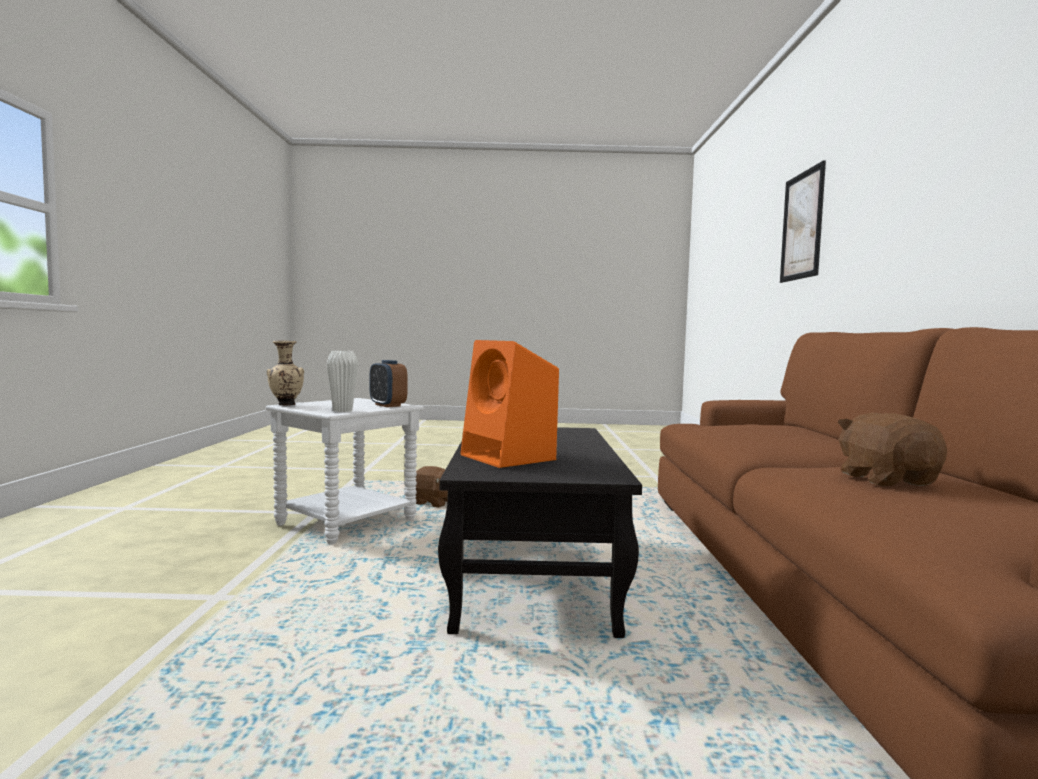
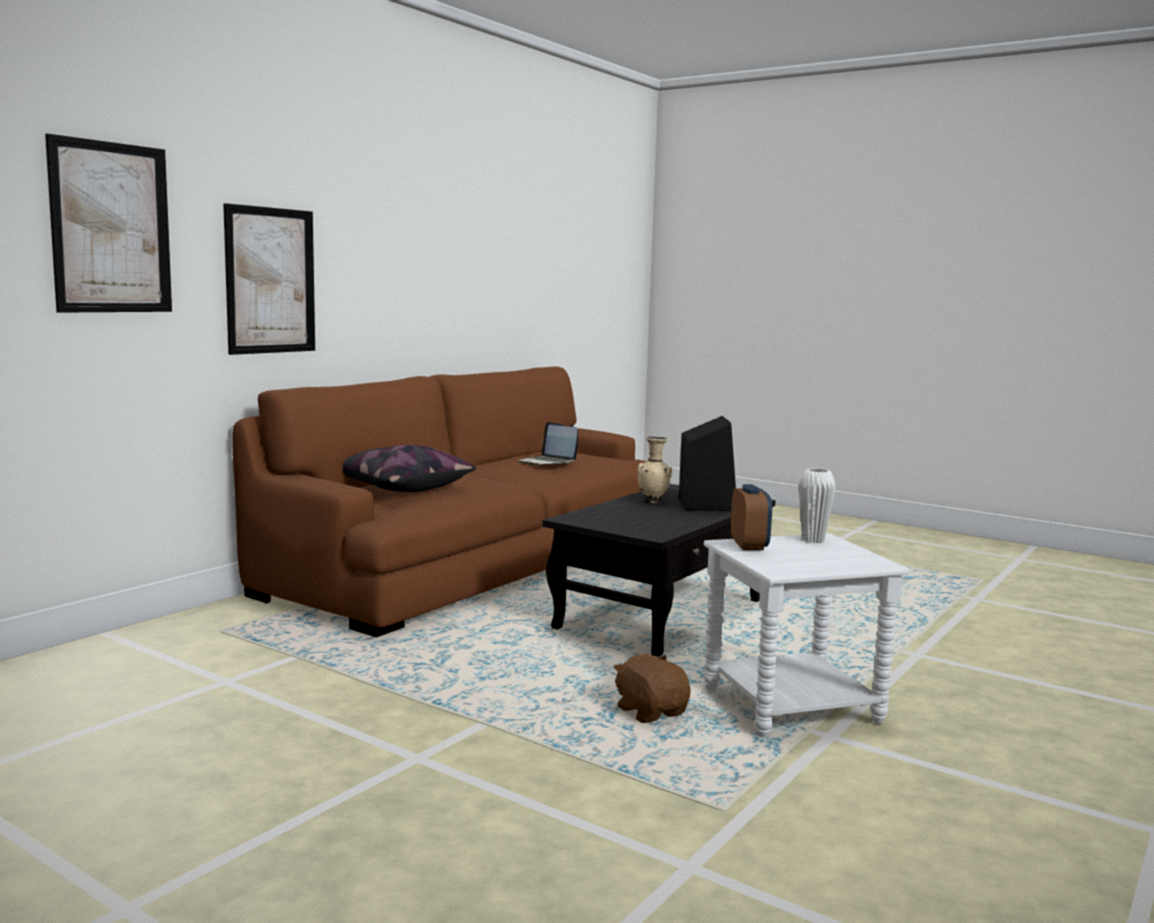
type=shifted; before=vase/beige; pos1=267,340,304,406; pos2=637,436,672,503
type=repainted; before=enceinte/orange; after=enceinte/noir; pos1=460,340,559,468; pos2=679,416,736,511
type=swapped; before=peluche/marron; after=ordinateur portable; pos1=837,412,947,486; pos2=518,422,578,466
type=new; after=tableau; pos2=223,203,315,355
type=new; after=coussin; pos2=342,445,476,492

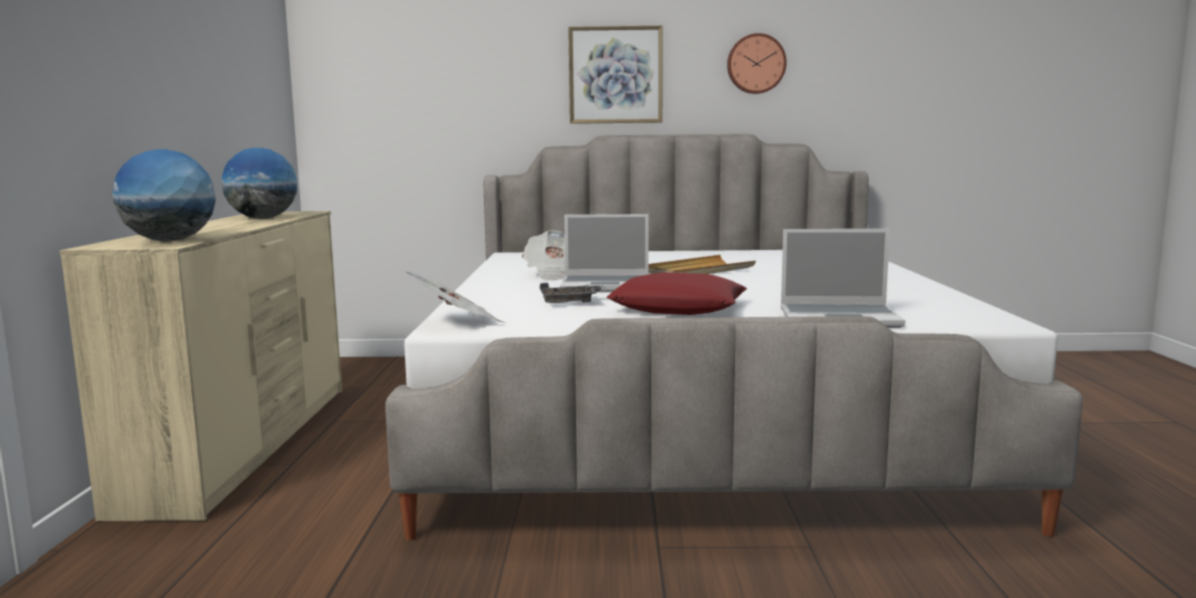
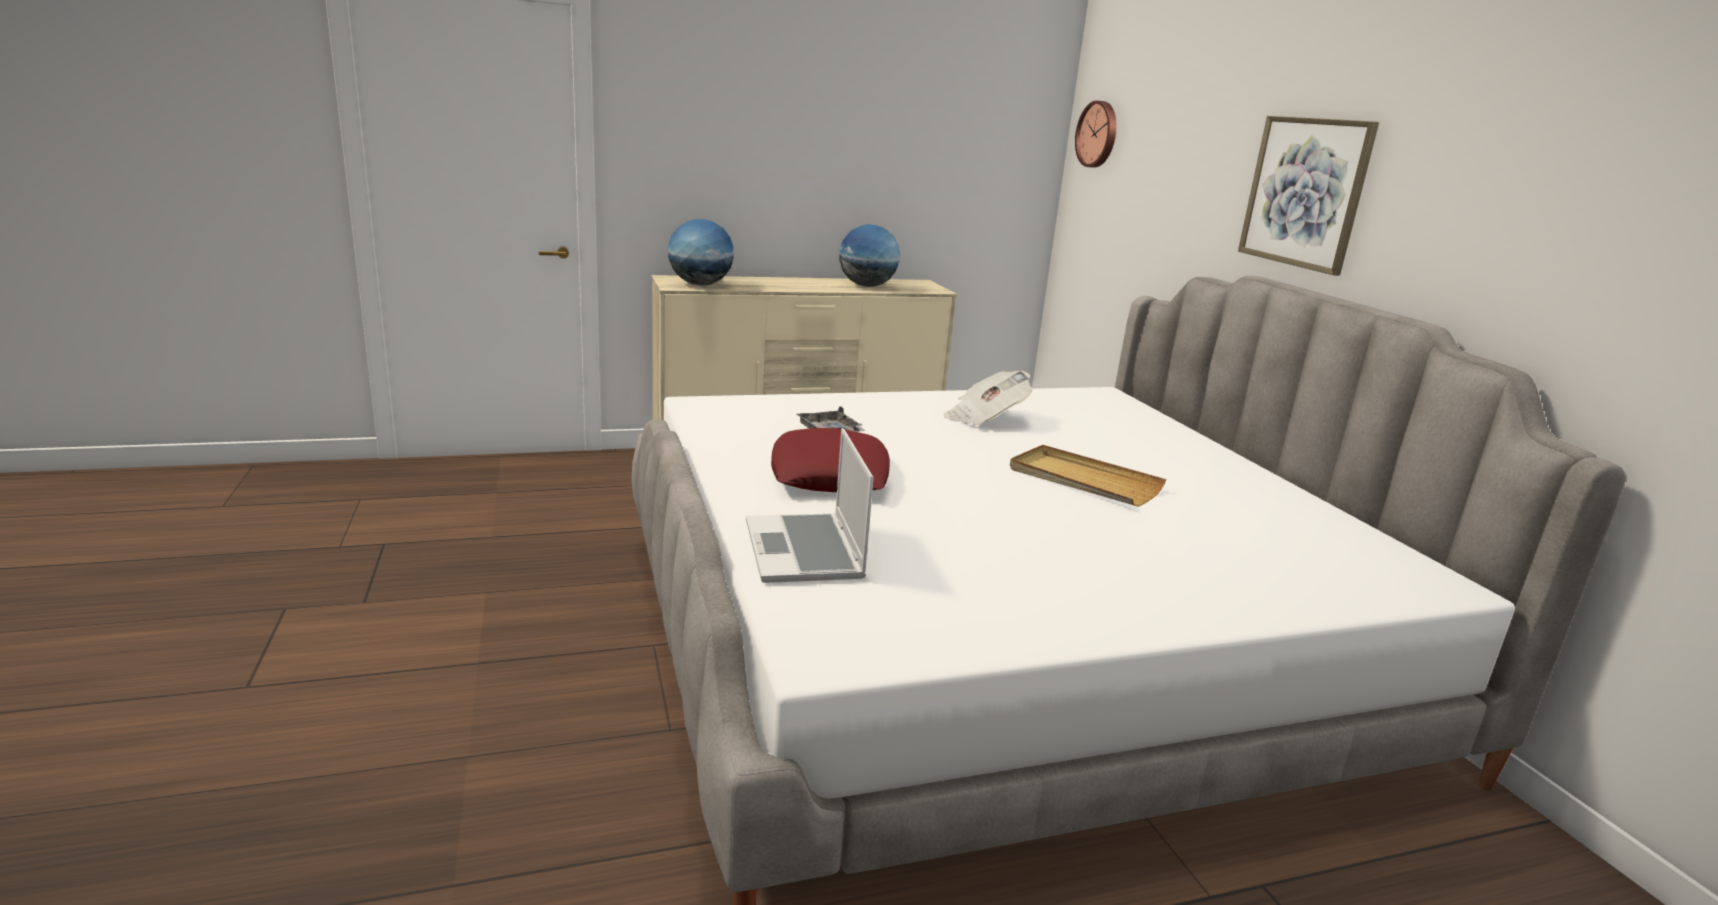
type=shifted; before=horloge murale; pos1=727,33,787,94; pos2=1075,101,1116,168
type=gone; before=ordinateur portable; pos1=560,214,648,292
type=gone; before=journal; pos1=403,271,503,322

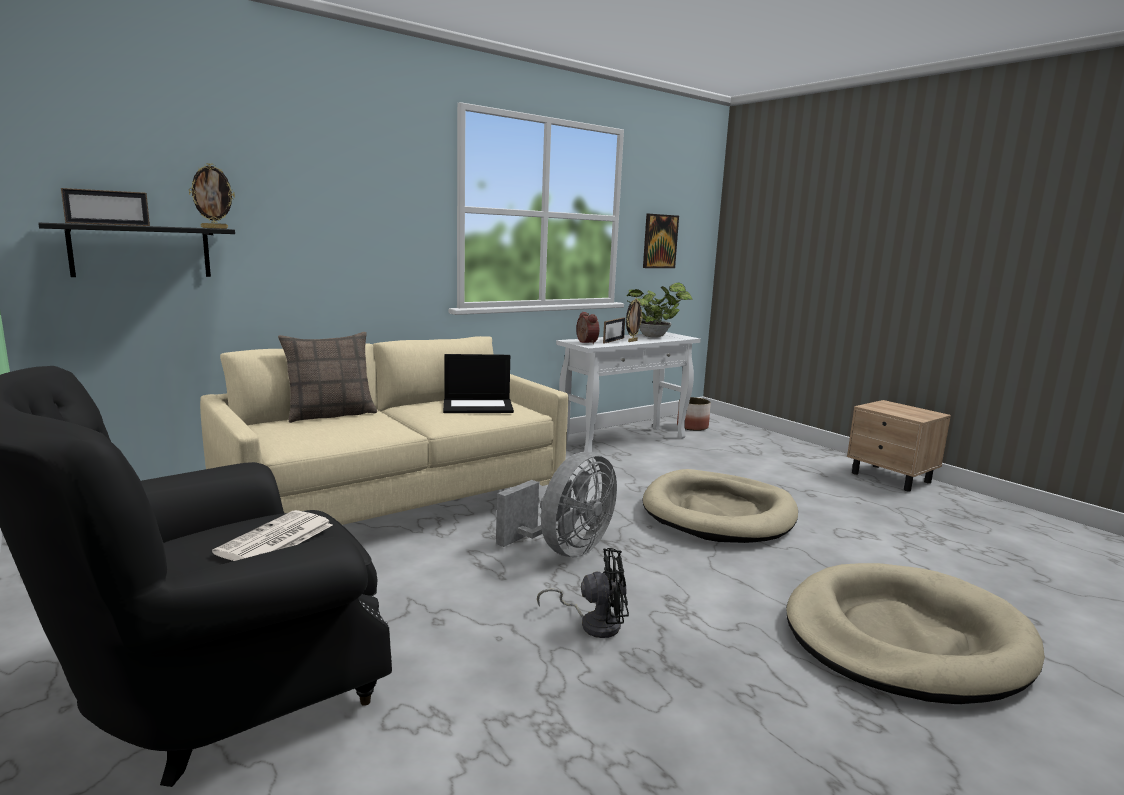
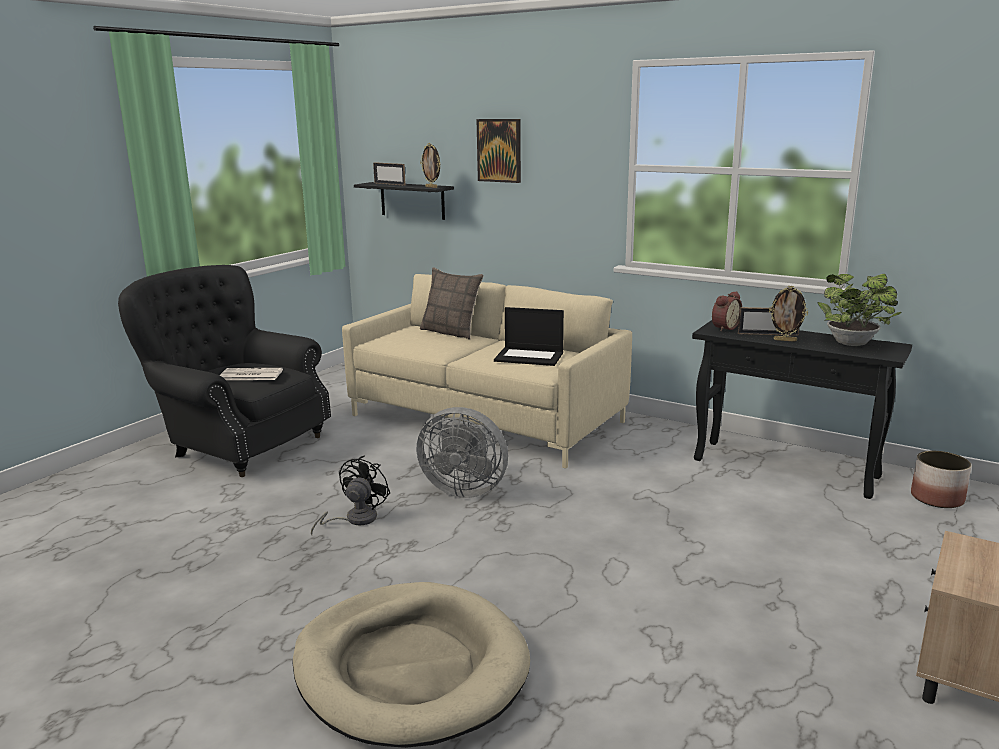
type=shifted; before=tableau; pos1=643,214,679,268; pos2=476,119,521,183
type=repainted; before=table console/blanc; after=table console/noir; pos1=556,332,701,452; pos2=692,320,912,499
type=rotated; before=ordinateur portable; pos1=443,354,514,413; pos2=494,307,564,366; turn=-45
type=gone; before=panier pour chien/beige; pos1=643,469,798,543
type=rotated; before=ventilateur/noir; pos1=537,548,629,638; pos2=311,455,391,535; turn=-135

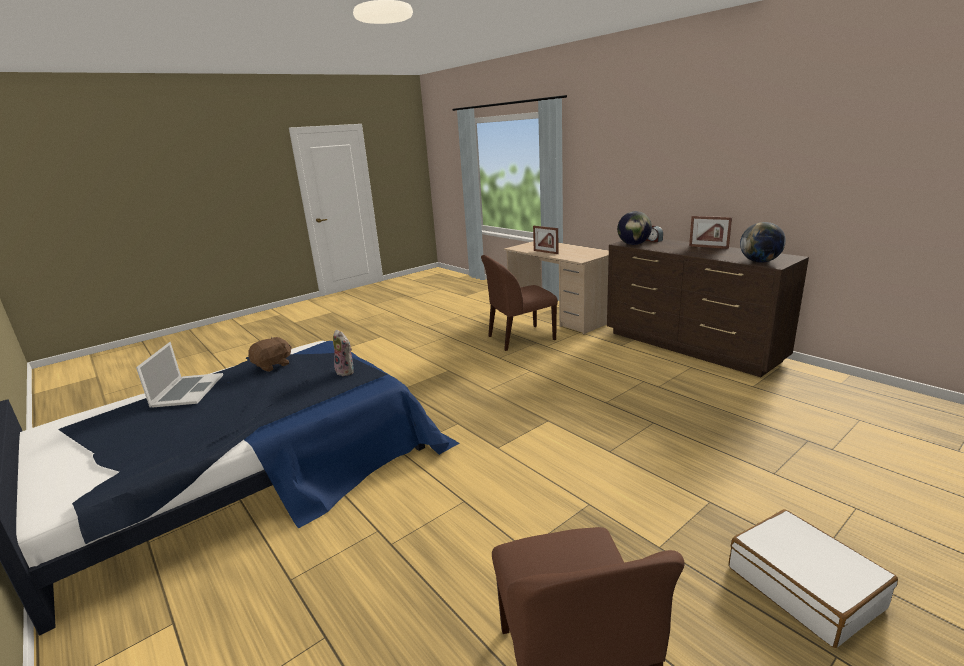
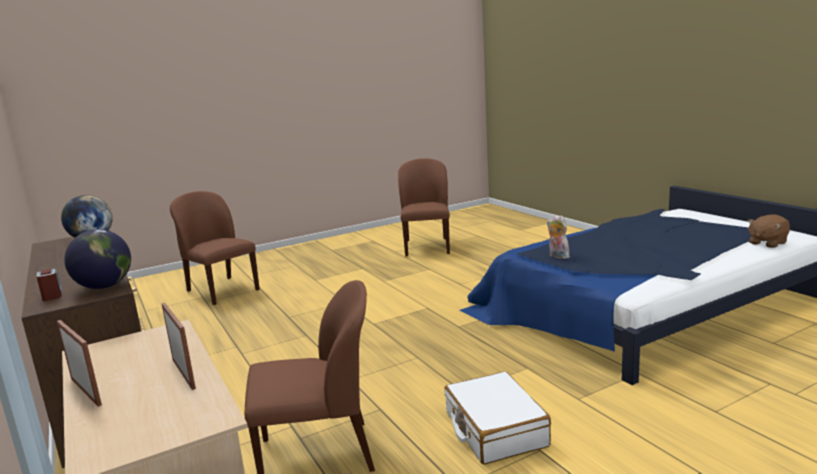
type=shifted; before=cadre photo; pos1=689,216,732,249; pos2=57,320,102,406
type=shifted; before=peluche/marron; pos1=248,337,292,372; pos2=748,215,790,248
type=gone; before=ordinateur portable; pos1=136,342,223,408
type=shifted; before=valise/blanc; pos1=729,509,898,648; pos2=444,371,551,465
type=new; after=chaise/marron; pos2=170,191,260,305

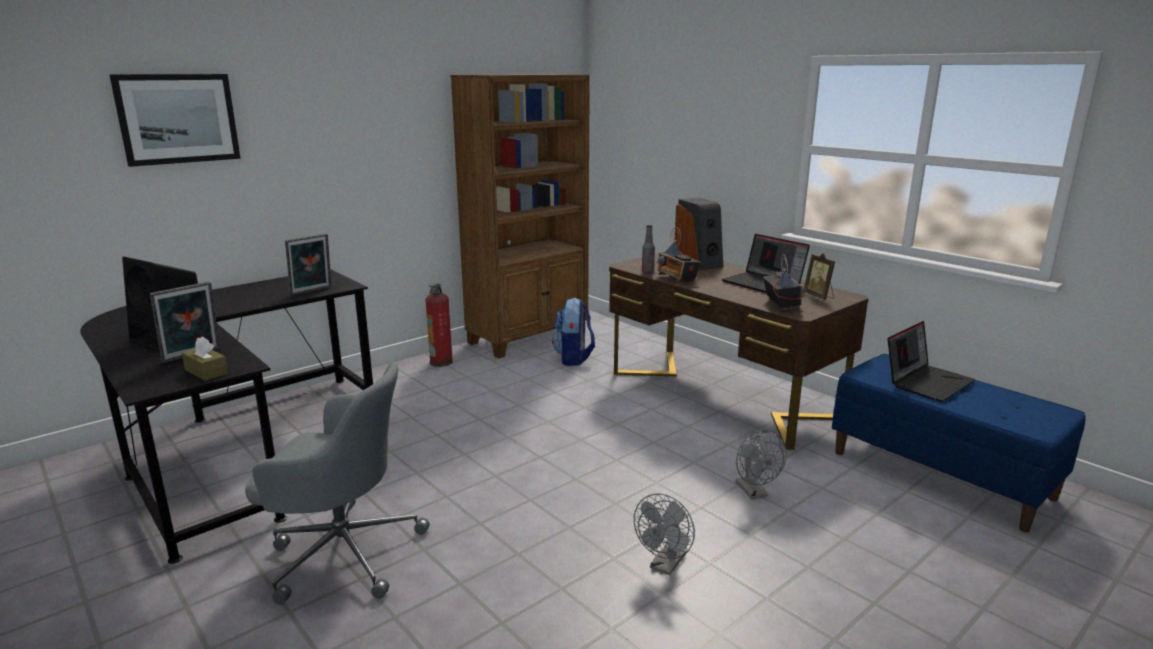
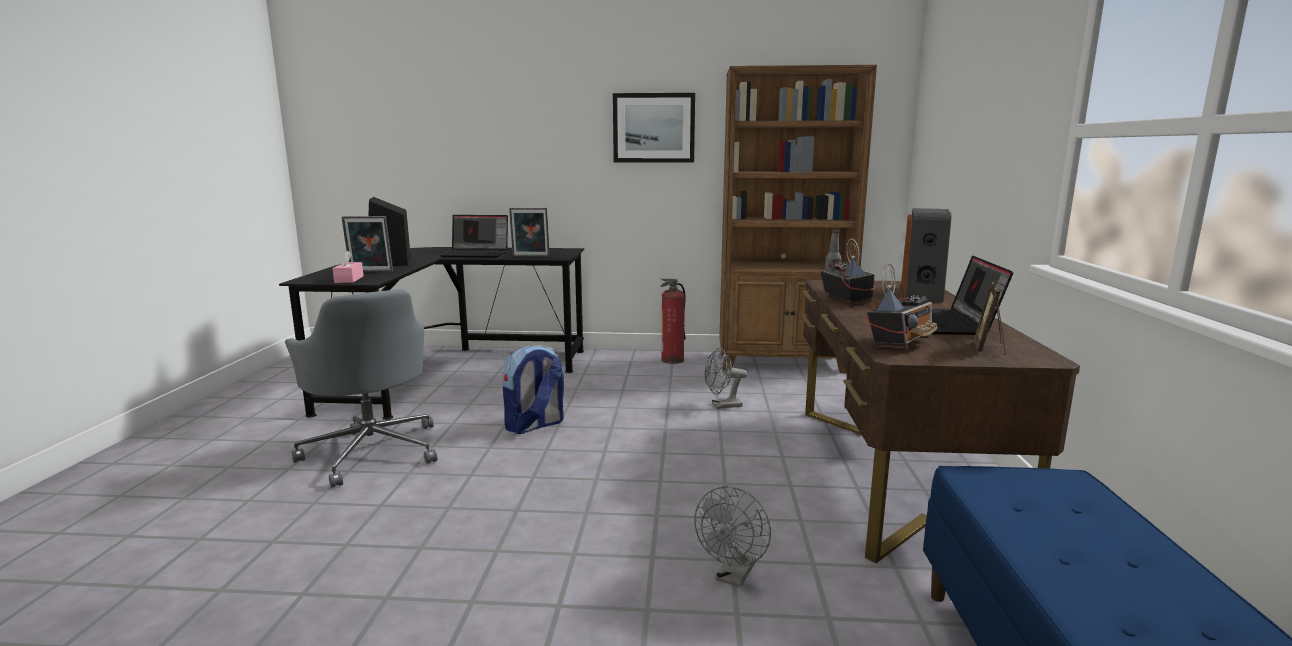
type=shifted; before=tableau; pos1=109,74,241,167; pos2=613,93,695,163
type=rotated; before=radio; pos1=657,227,701,282; pos2=820,239,875,306; turn=150
type=shifted; before=sac à dos; pos1=552,298,595,366; pos2=503,345,564,434
type=shifted; before=ordinateur portable; pos1=888,321,976,402; pos2=440,215,508,258
type=repainted; before=boîte à mouchoirs/marron; after=boîte à mouchoirs/rose; pos1=182,336,228,381; pos2=333,251,364,283
type=shifted; before=ventilateur/gris; pos1=634,493,695,575; pos2=705,348,748,409

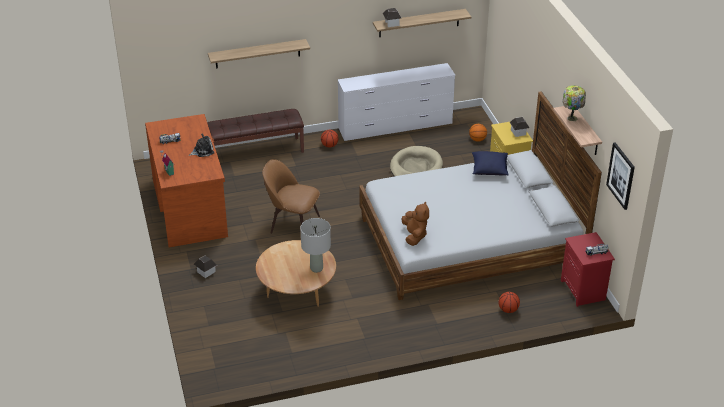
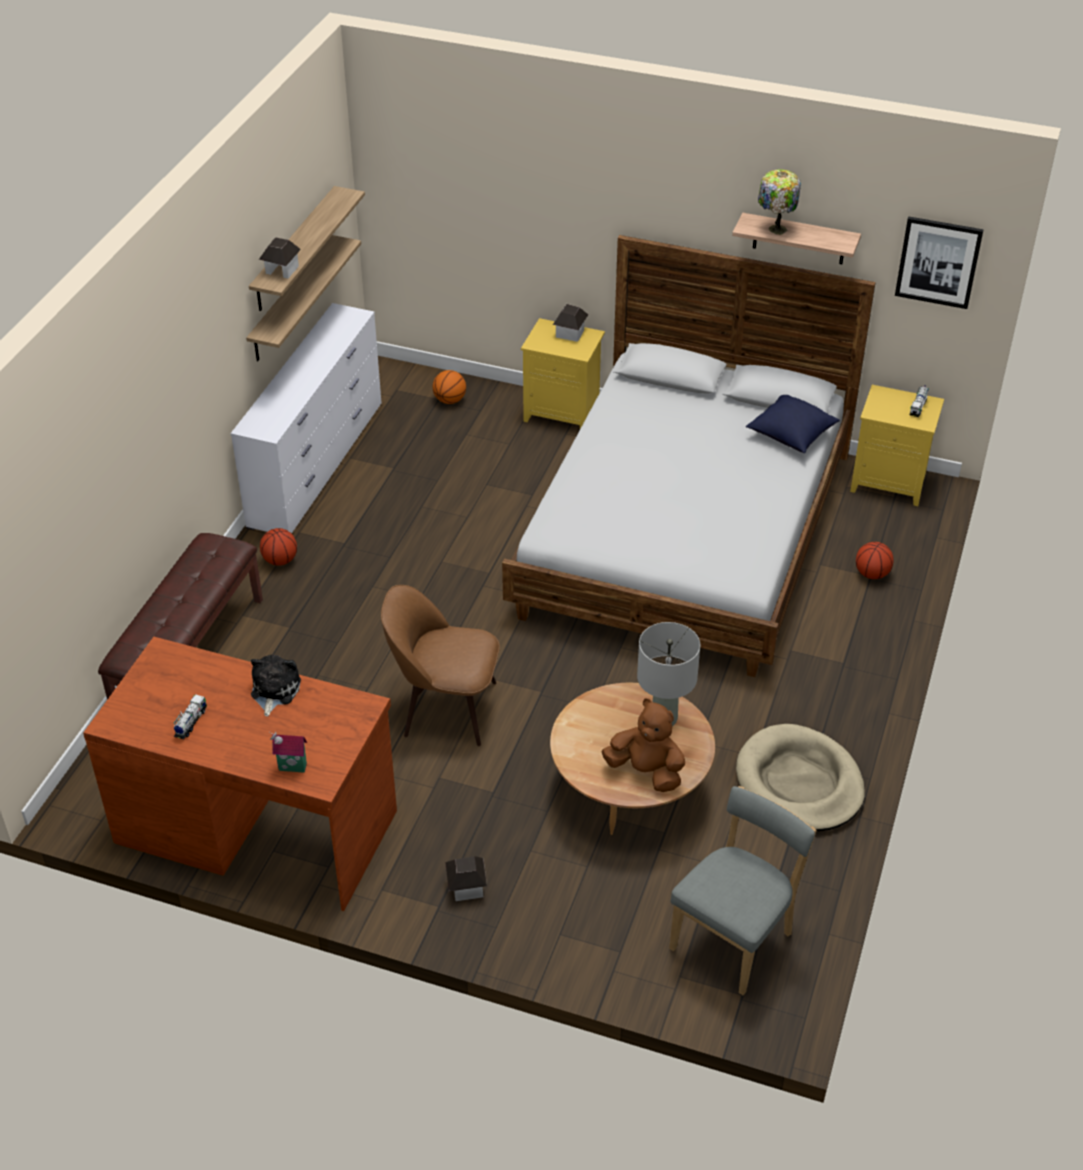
type=shifted; before=étagère; pos1=208,39,310,68; pos2=246,235,361,361
type=shifted; before=panier pour chien/beige; pos1=390,146,443,176; pos2=736,724,865,831
type=shifted; before=coussin/bleu; pos1=472,151,509,176; pos2=746,395,840,453
type=rotated; before=chaise/marron; pos1=262,159,320,234; pos2=381,585,500,746; turn=45
type=shifted; before=peluche/marron; pos1=401,202,429,246; pos2=601,698,685,792
type=repainted; before=table de chevet/rouge; after=table de chevet/jaune; pos1=561,232,615,307; pos2=850,385,944,506
type=new; after=chaise/gris; pos2=669,786,817,995

